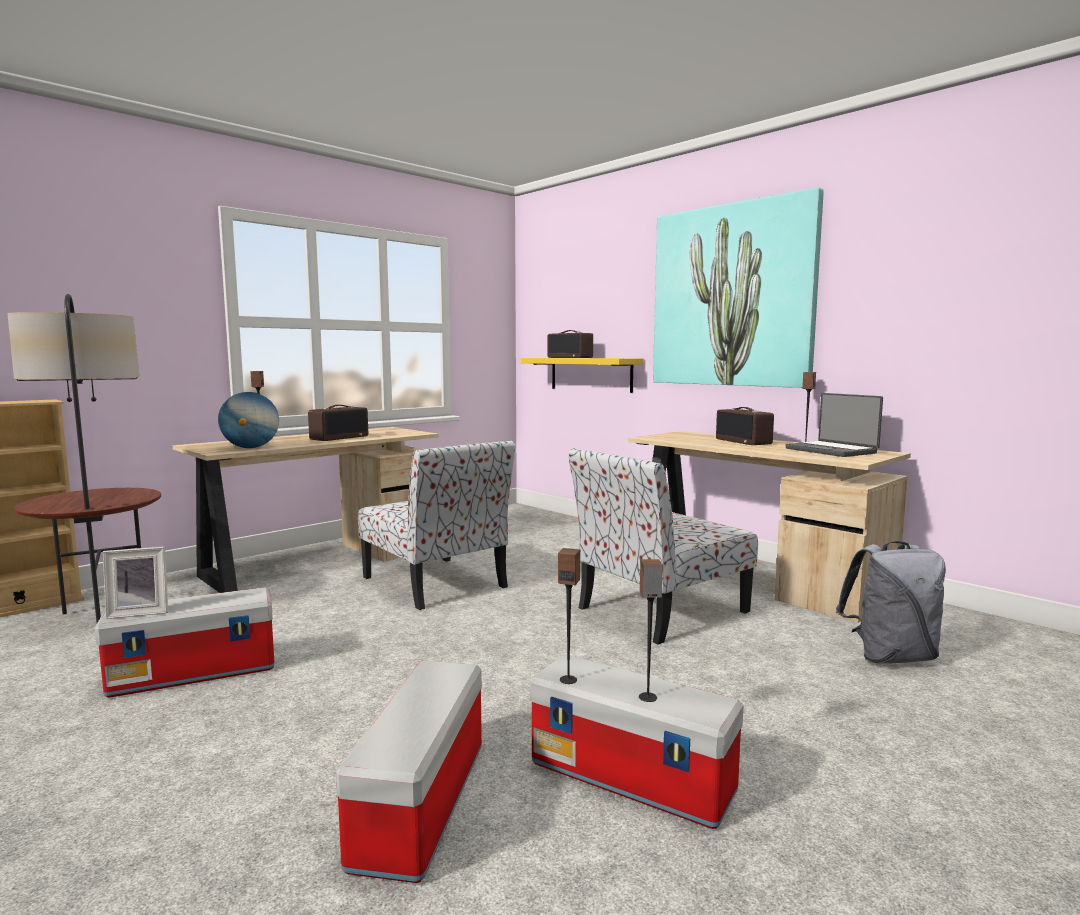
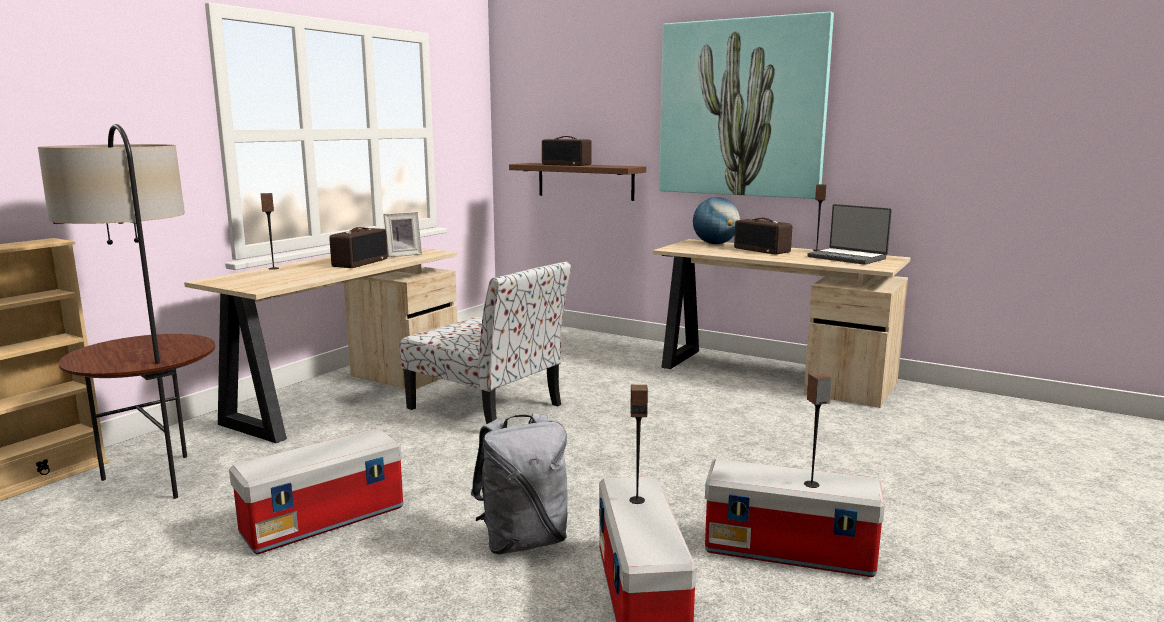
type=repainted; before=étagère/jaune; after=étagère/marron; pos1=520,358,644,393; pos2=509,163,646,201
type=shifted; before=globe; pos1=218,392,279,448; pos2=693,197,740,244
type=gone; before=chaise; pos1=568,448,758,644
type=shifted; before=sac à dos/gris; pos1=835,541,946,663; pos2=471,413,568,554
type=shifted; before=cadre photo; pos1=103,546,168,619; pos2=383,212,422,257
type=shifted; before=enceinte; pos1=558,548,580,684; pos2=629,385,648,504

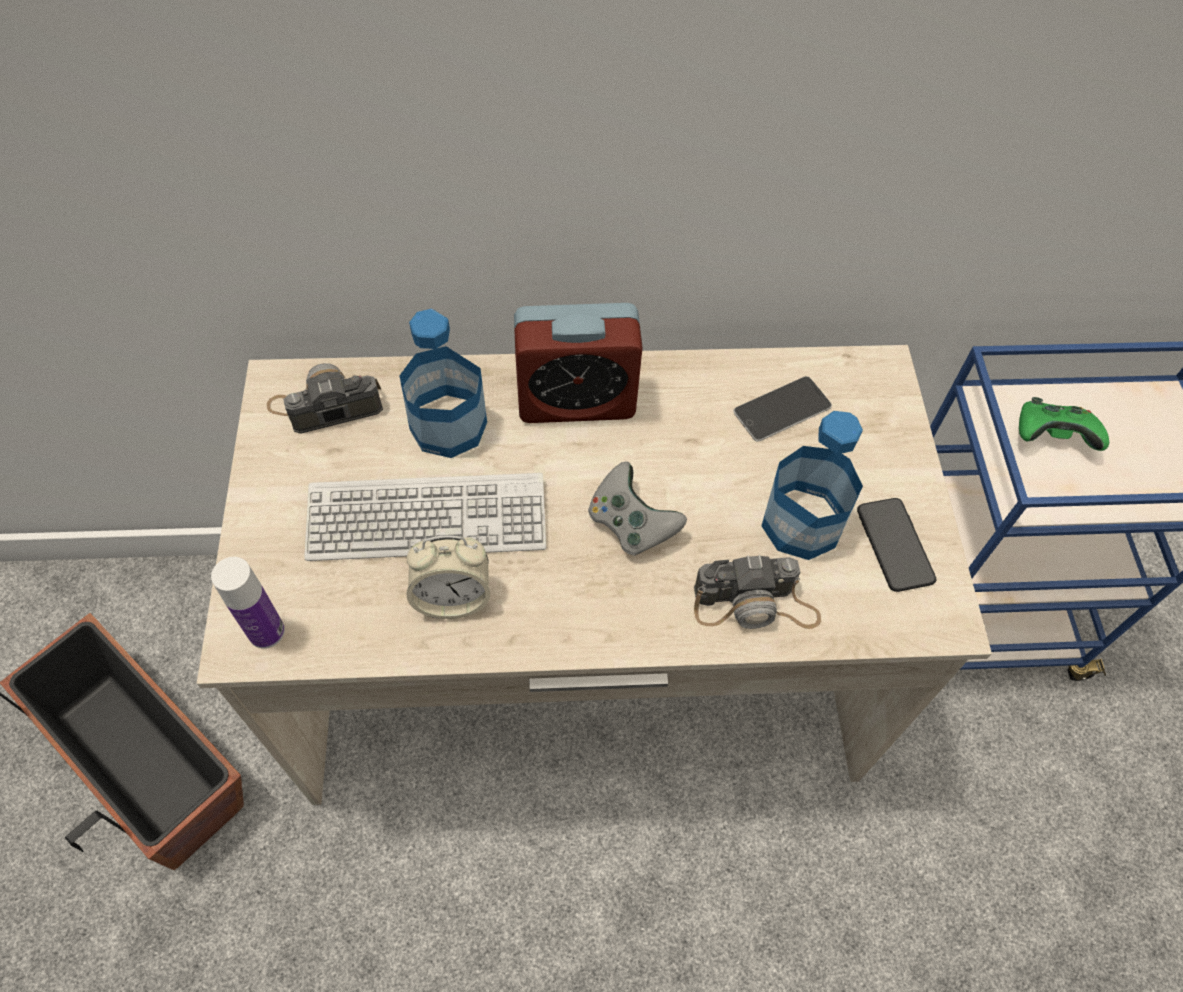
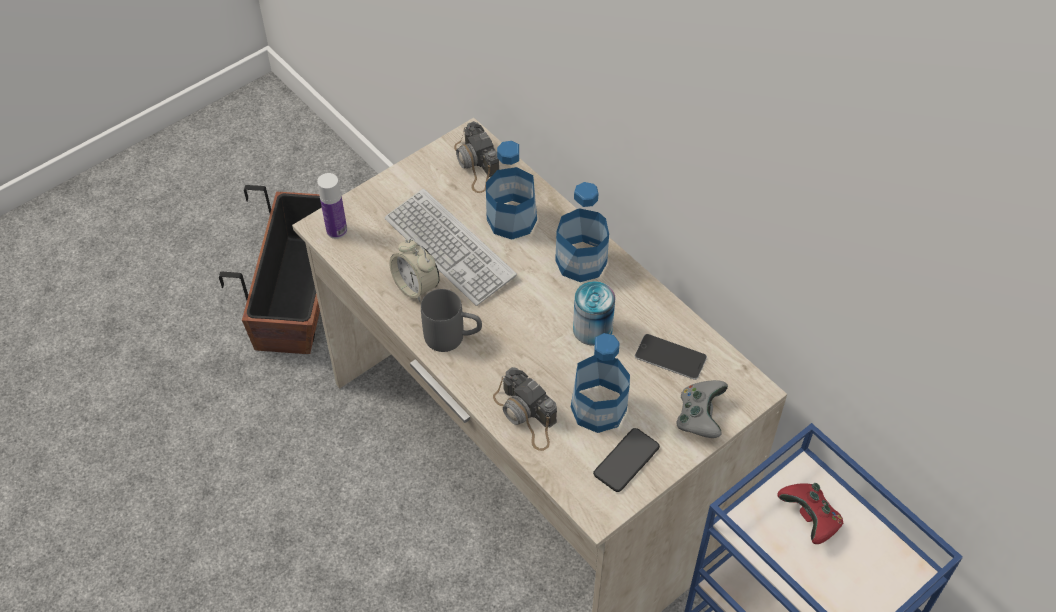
type=swapped; before=réveil; after=bouteille; pos1=514,303,643,423; pos2=555,182,609,282
type=rotated; before=appareil photo; pos1=267,363,383,433; pos2=454,121,499,193; turn=-150
type=repainted; before=manette/vert; after=manette/rouge; pos1=1019,397,1109,451; pos2=777,483,843,544
type=shifted; before=manette/gris; pos1=588,461,687,556; pos2=677,380,728,438
type=new; after=boîte métallique; pos2=573,281,616,346
type=new; after=mug/gris; pos2=421,289,482,352

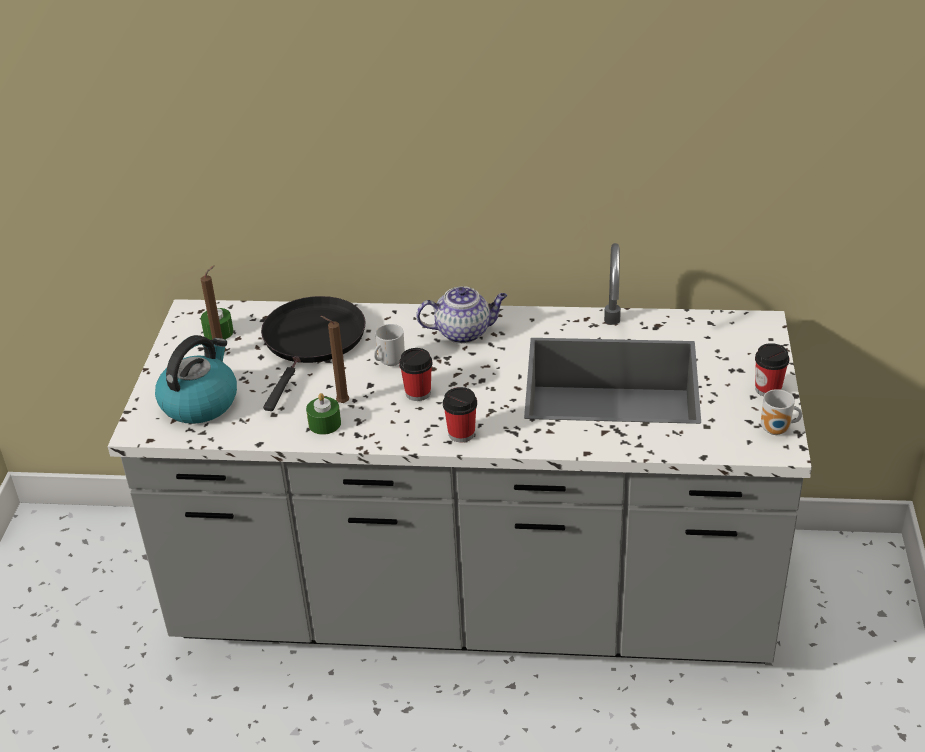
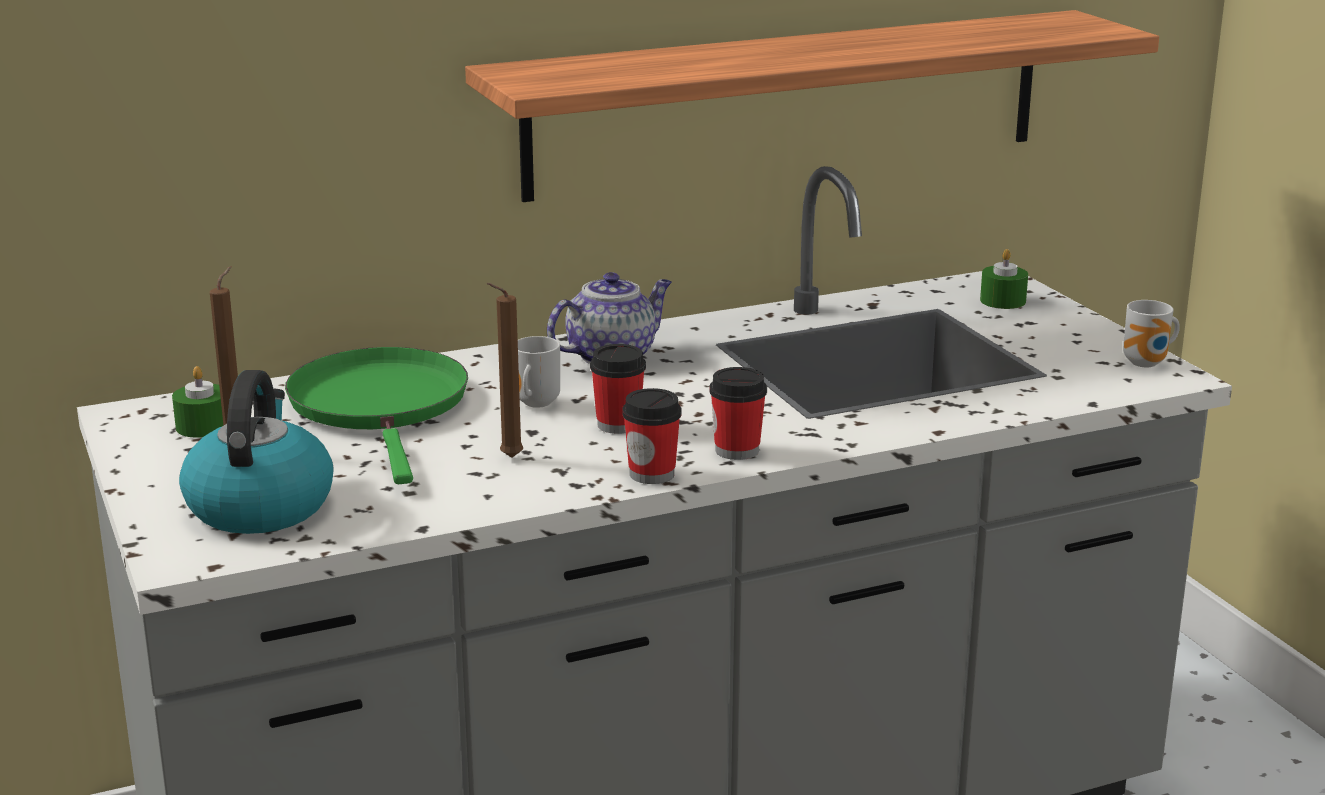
type=repainted; before=poêle/noir; after=poêle/vert; pos1=261,296,366,411; pos2=285,347,468,484
type=shifted; before=tasse; pos1=755,343,790,396; pos2=622,388,682,484
type=shifted; before=bougie/vert; pos1=306,393,341,435; pos2=980,249,1028,309
type=new; after=étagère; pos2=465,10,1159,202

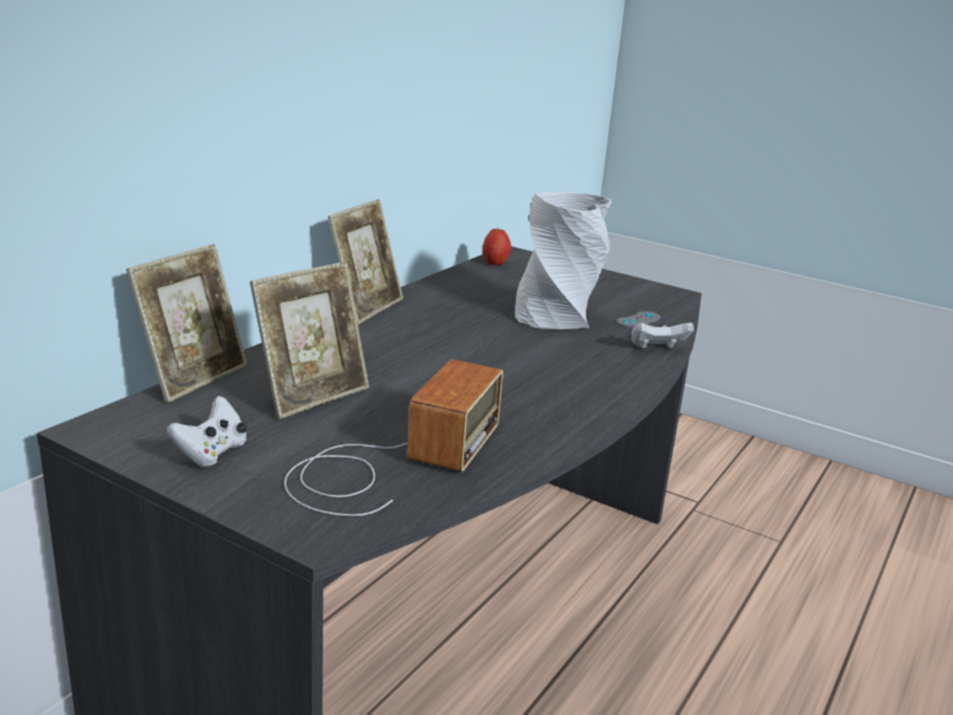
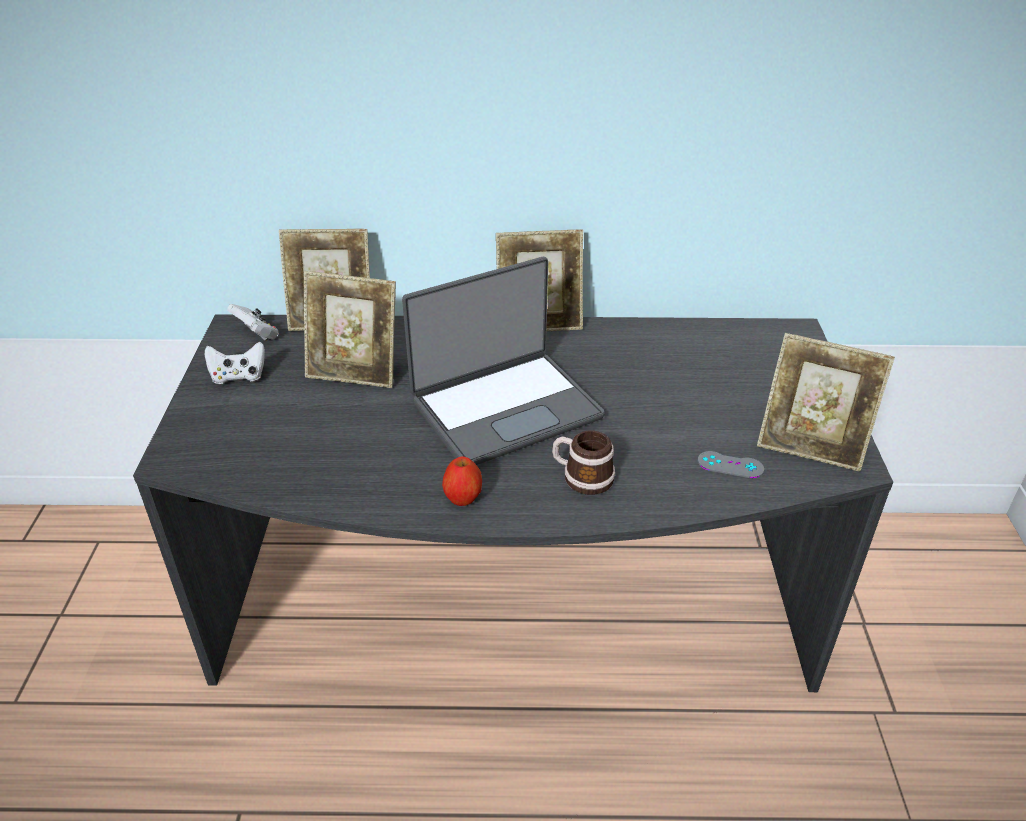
type=gone; before=vase/gris; pos1=515,192,612,329
type=shifted; before=pomme; pos1=483,229,511,265; pos2=442,456,482,506
type=shifted; before=manette/blanc; pos1=631,322,694,349; pos2=227,304,279,340
type=gone; before=radio; pos1=284,359,503,516
type=new; after=ordinateur portable; pos2=402,257,605,465
type=new; after=cadre photo; pos2=757,333,895,472
type=new; after=mug; pos2=552,430,615,495

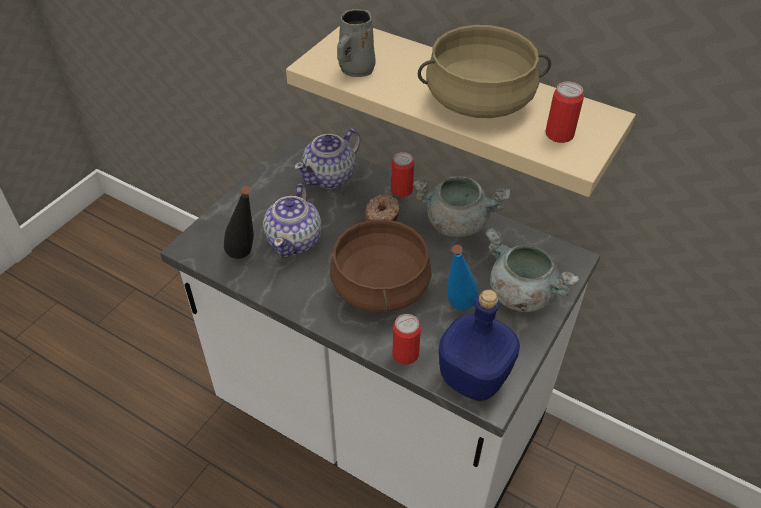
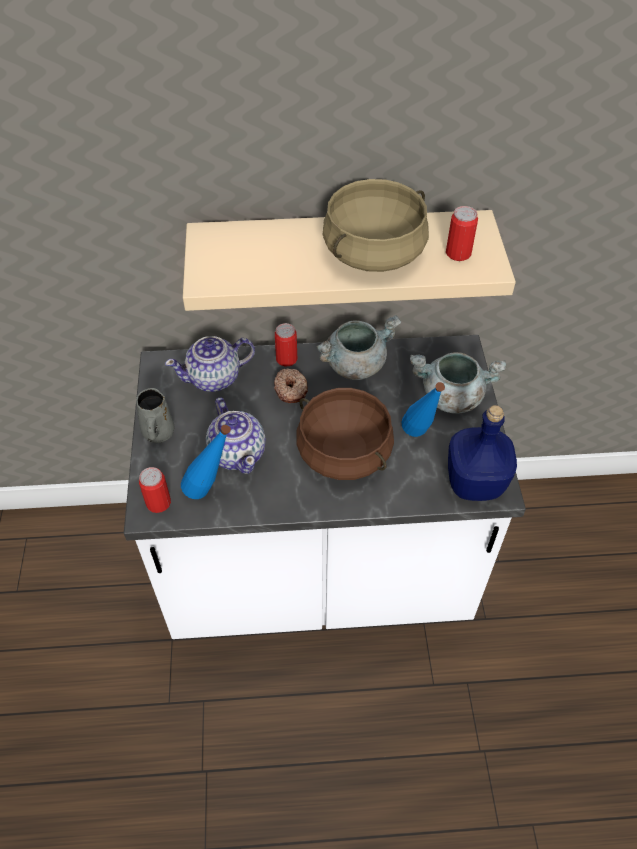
type=shifted; before=mug/gris; pos1=337,9,376,77; pos2=136,388,175,443
type=rotated; before=théière; pos1=294,129,361,189; pos2=165,336,255,392; turn=60
type=repainted; before=bouteille/noir; after=bouteille/bleu; pos1=224,186,254,259; pos2=181,425,231,499
type=shifted; before=boîte métallique; pos1=392,314,421,364; pos2=139,467,171,513

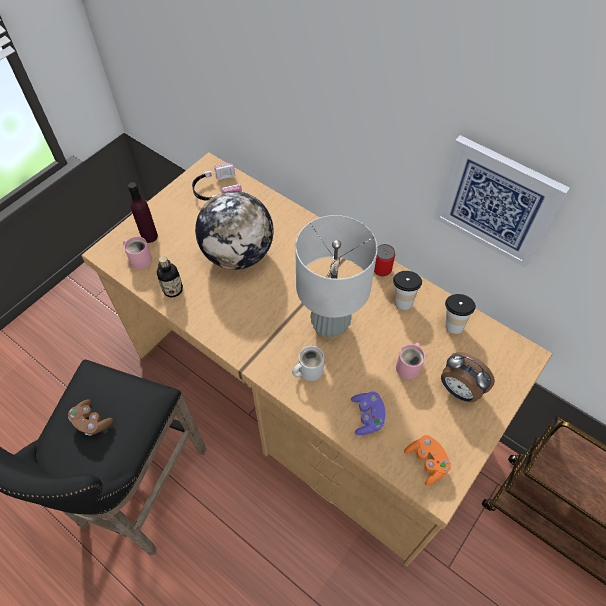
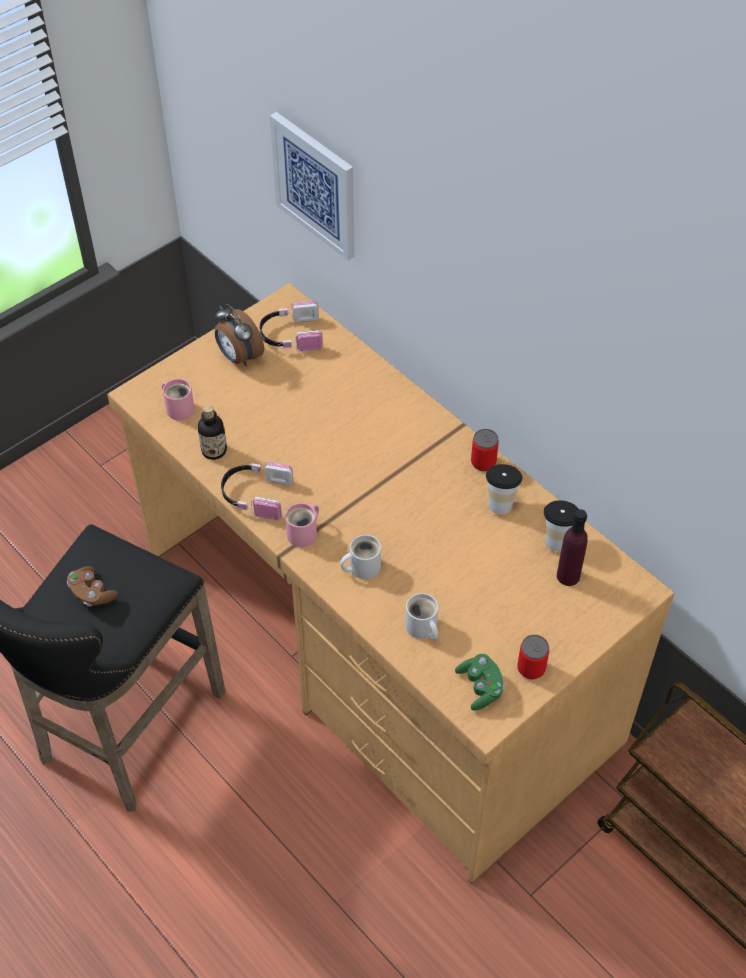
type=shifted; before=tableau; pos1=434,135,570,268; pos2=270,112,354,261
type=shifted; before=bouteille/violet; pos1=128,182,158,243; pos2=557,509,588,586
type=gone; before=globe; pos1=195,191,274,270
type=gone; before=lampe de table/gris; pos1=295,215,378,340
type=shifted; before=mug/rose; pos1=396,343,425,379; pos2=285,503,319,547
type=shifted; before=réveil; pos1=441,352,495,402; pos2=215,304,264,366
type=swapped; before=manette/violet; after=mug/blanc; pos1=351,391,385,435; pos2=405,593,438,640
type=repainted; before=manette/orange; after=manette/vert; pos1=404,435,451,486; pos2=455,654,505,711
type=new; after=casque audio; pos2=221,461,293,520
type=new; after=boîte métallique; pos2=517,635,549,679

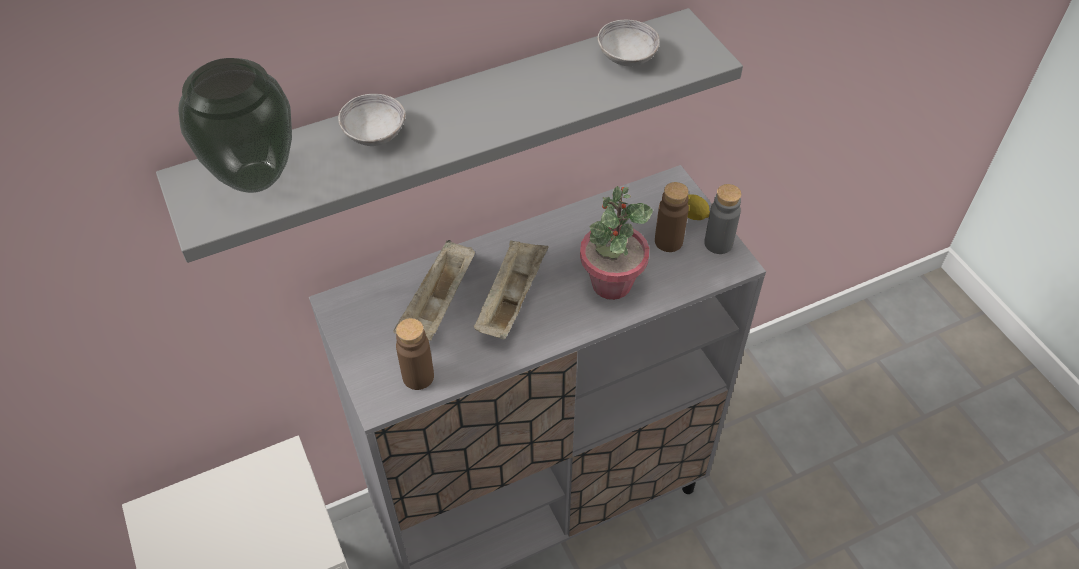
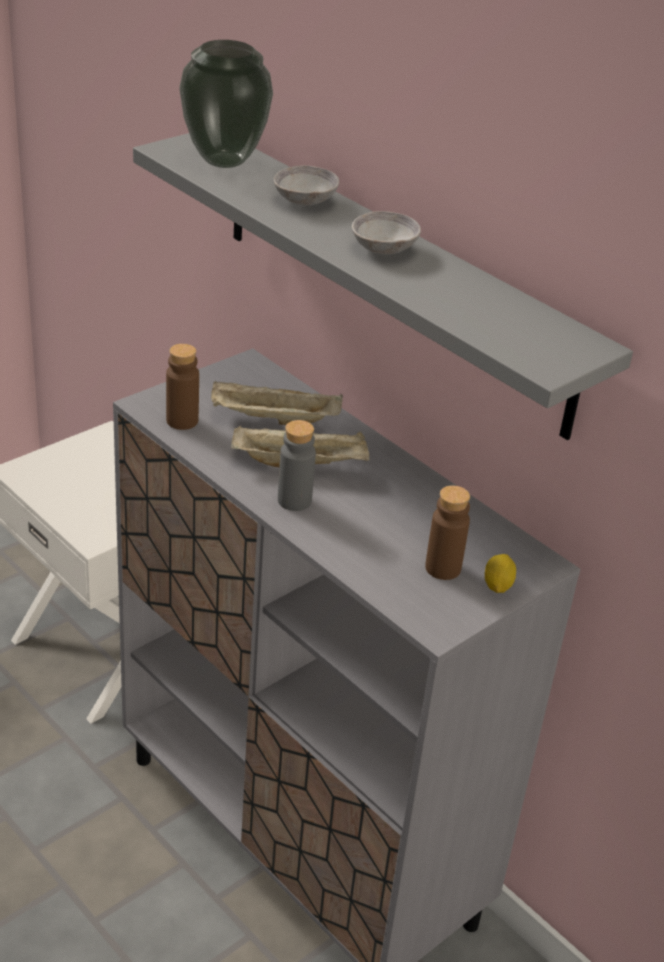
type=shifted; before=bol/gris; pos1=598,20,660,66; pos2=352,211,421,254
type=shifted; before=bouteille/gris; pos1=704,184,742,254; pos2=278,420,316,511
type=gone; before=plante en pot; pos1=580,186,653,300

